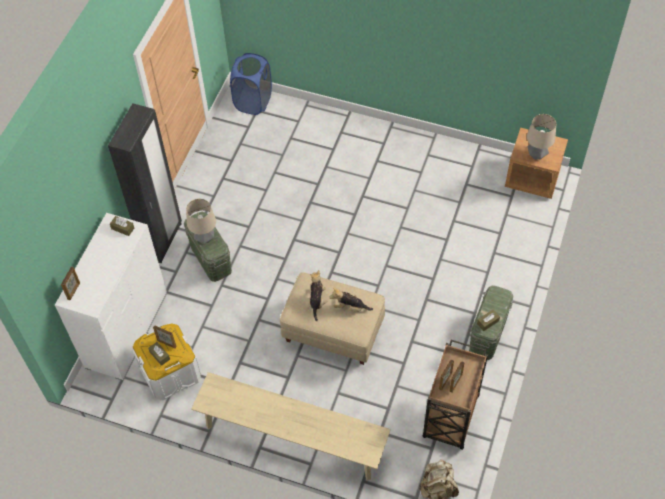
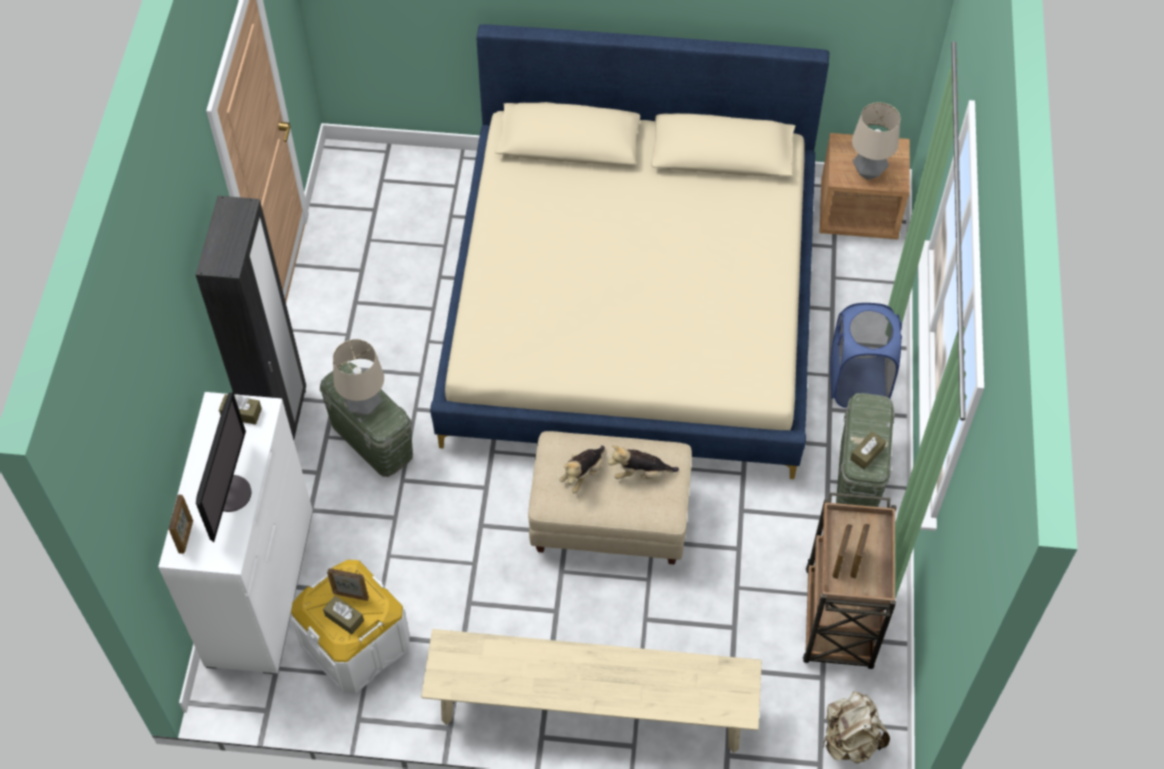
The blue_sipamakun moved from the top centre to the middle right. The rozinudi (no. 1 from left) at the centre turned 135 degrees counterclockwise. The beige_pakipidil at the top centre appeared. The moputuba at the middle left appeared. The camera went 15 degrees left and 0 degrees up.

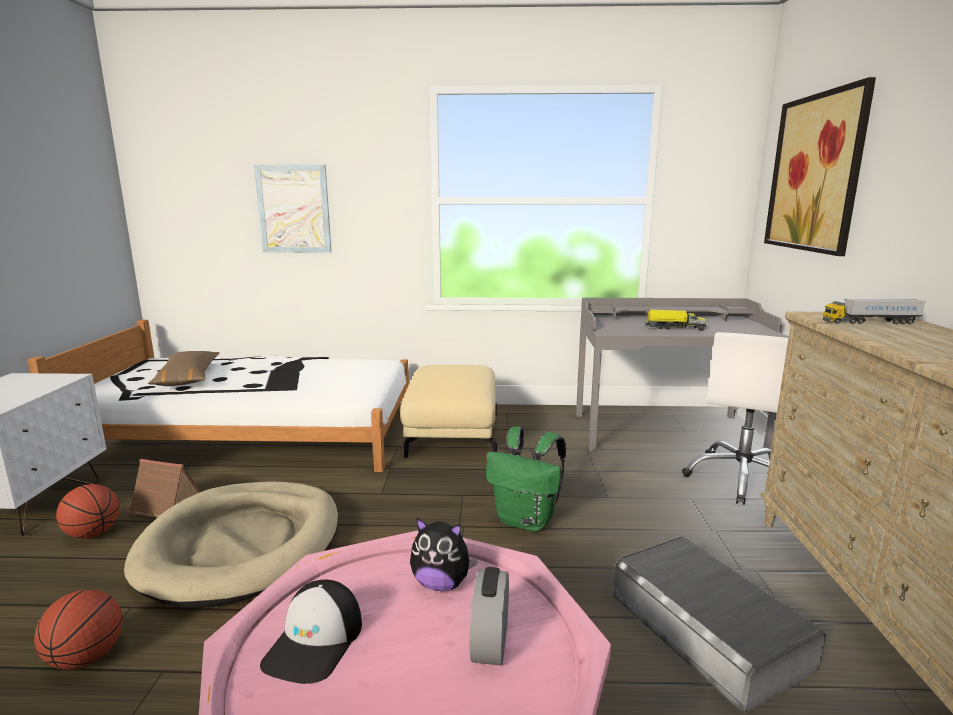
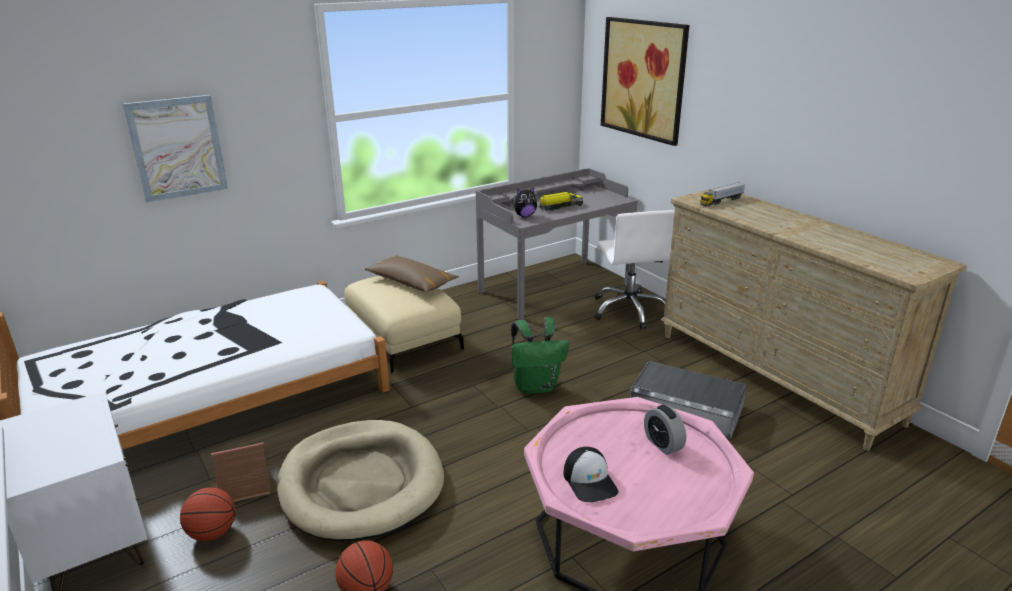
The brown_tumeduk moved from the middle left to the centre. The rozinudi moved from the bottom centre to the centre. The camera went 35 degrees left and 10 degrees up.

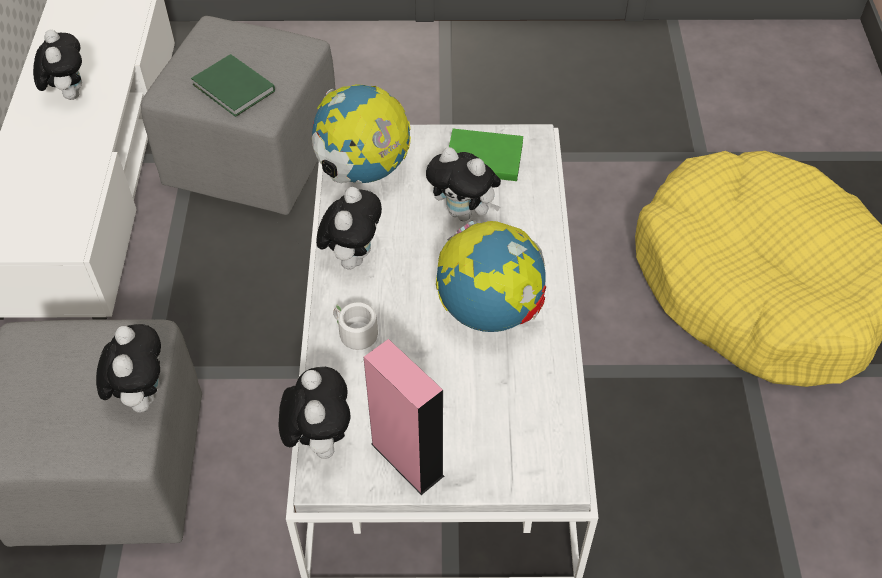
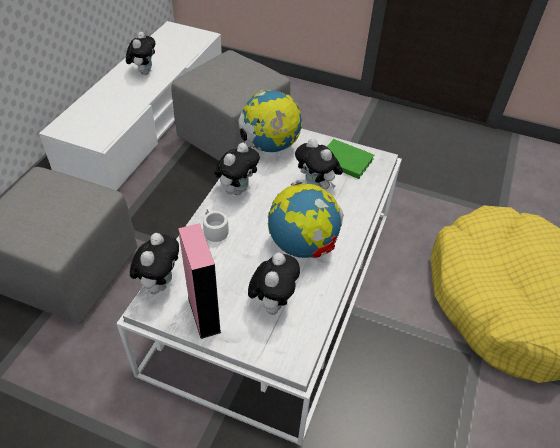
The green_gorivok (no. 1 from left) at the top left disappeared. The rozinudi (no. 2 from left in the first image) moved from the middle left to the centre. The camera went 20 degrees right and 5 degrees down.

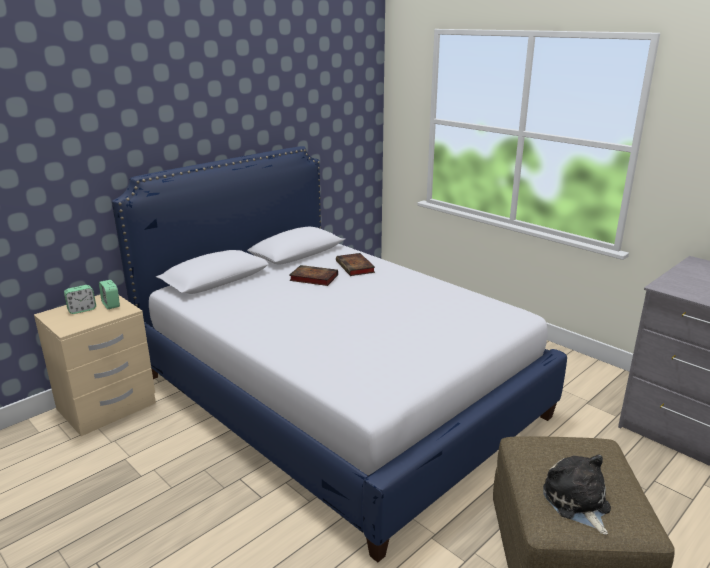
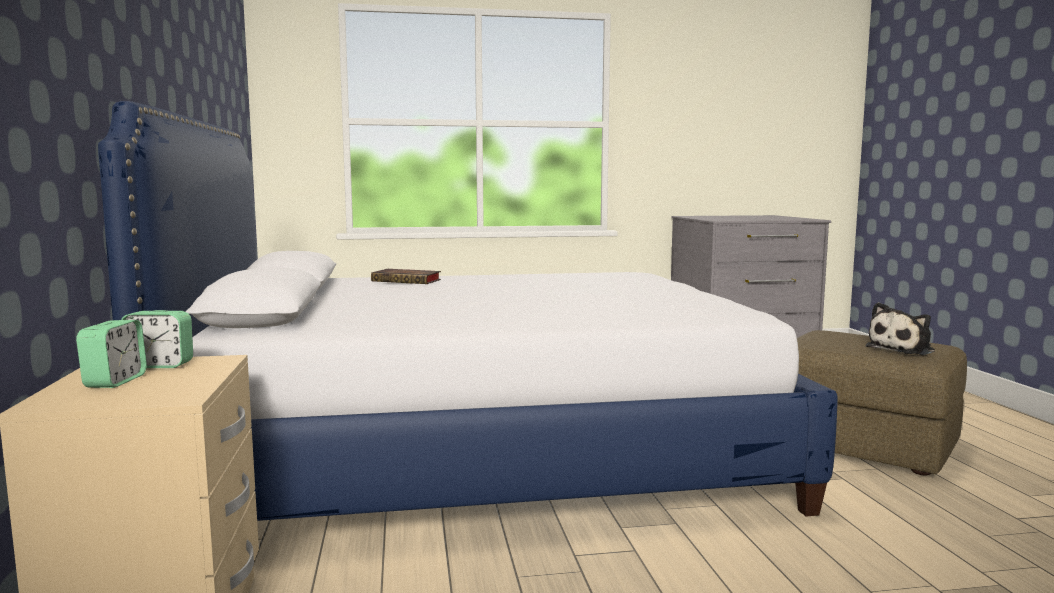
The gorivok (no. 1 from left) at the centre disappeared. The rozinudi at the bottom right turned 60 degrees counterclockwise. The camera went 55 degrees left and 15 degrees down.

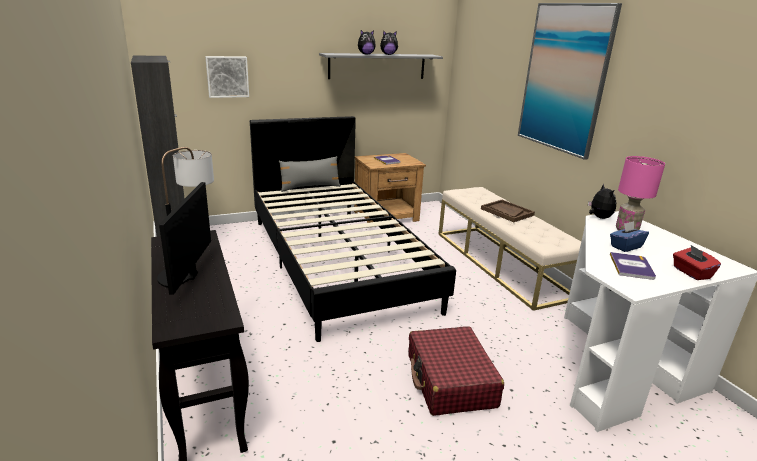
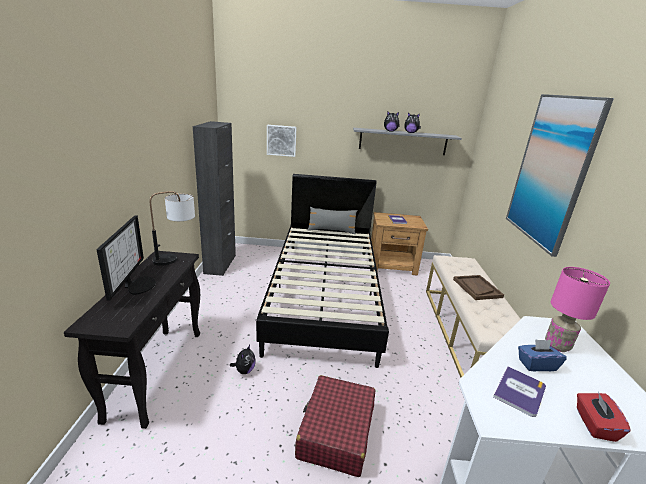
The moputuba at the middle left turned 150 degrees clockwise. The rozinudi (no. 3 from left in the first image) moved from the middle right to the bottom centre. The camera went 25 degrees right and 0 degrees up.

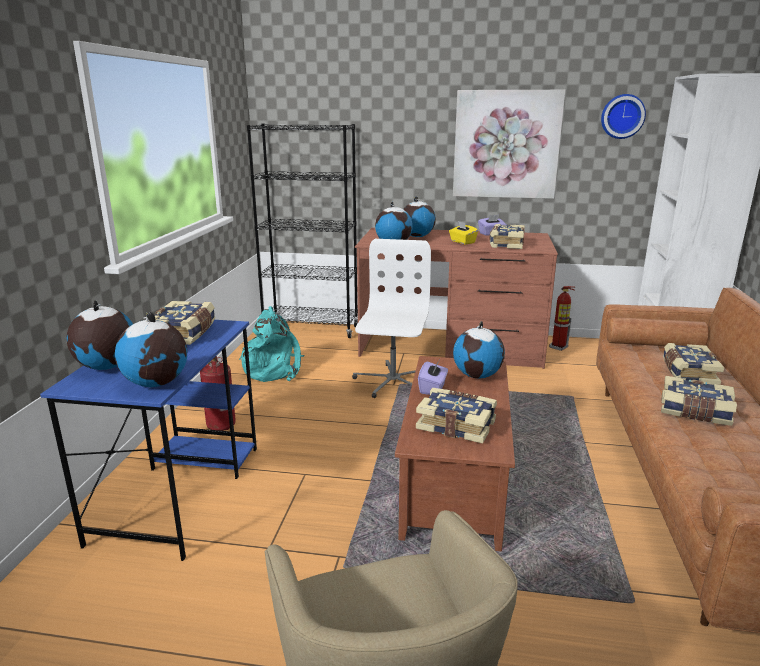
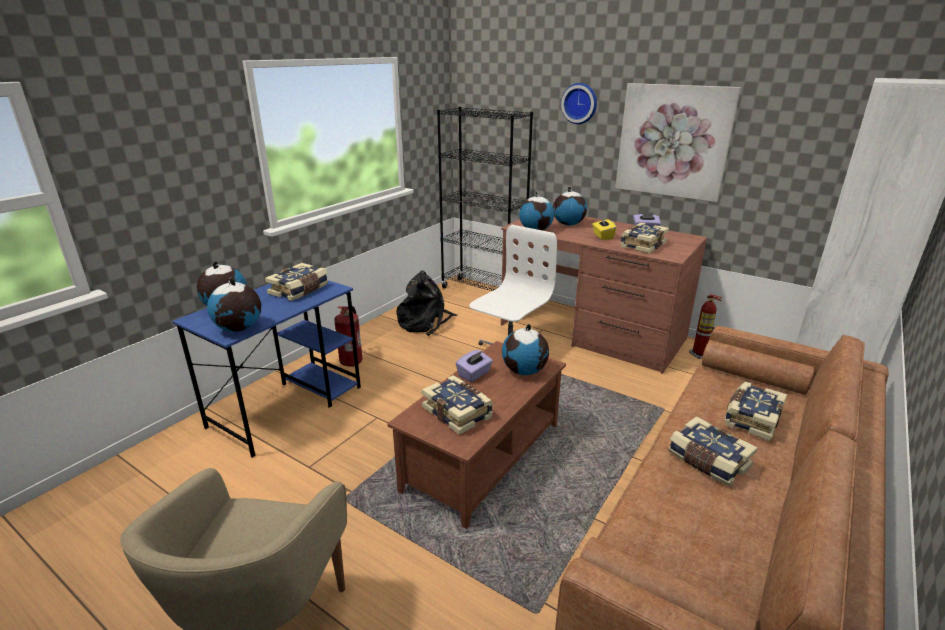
The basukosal moved from the top right to the top centre. The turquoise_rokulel at the centre became the black_rokulel at the centre. The camera went 25 degrees right and 5 degrees up.

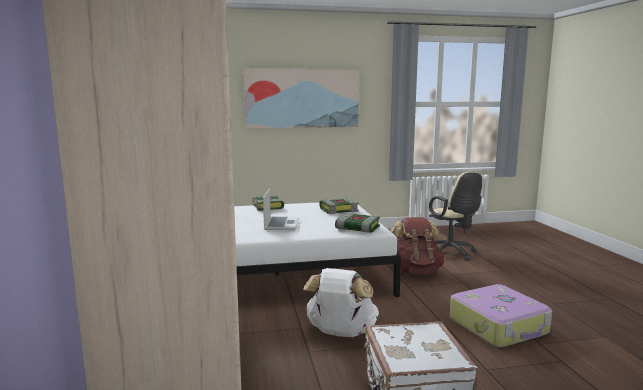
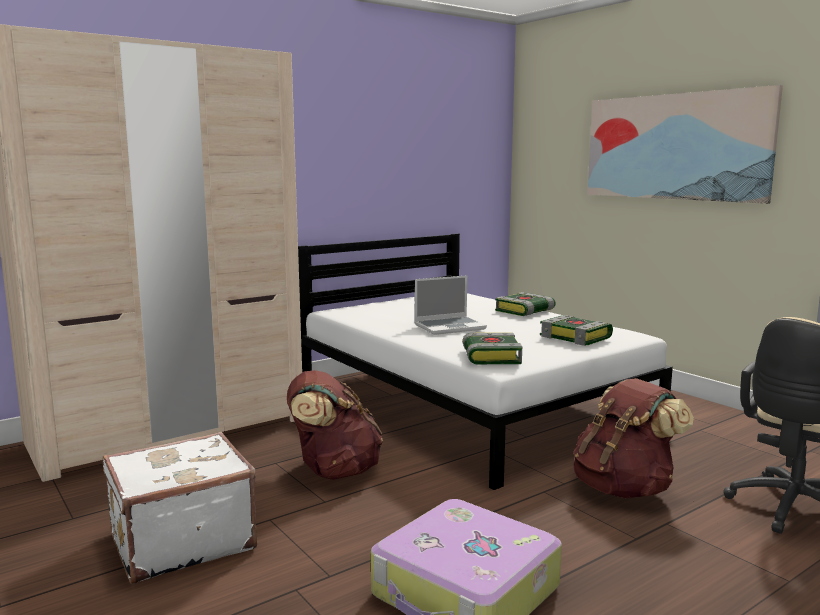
The white_rokulel at the bottom centre became the brown_rokulel (no. 1 from left) at the bottom centre. The camera went 65 degrees right and 0 degrees up.

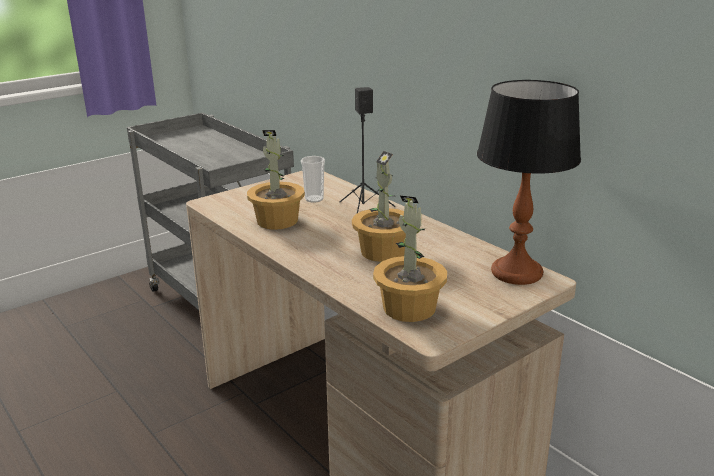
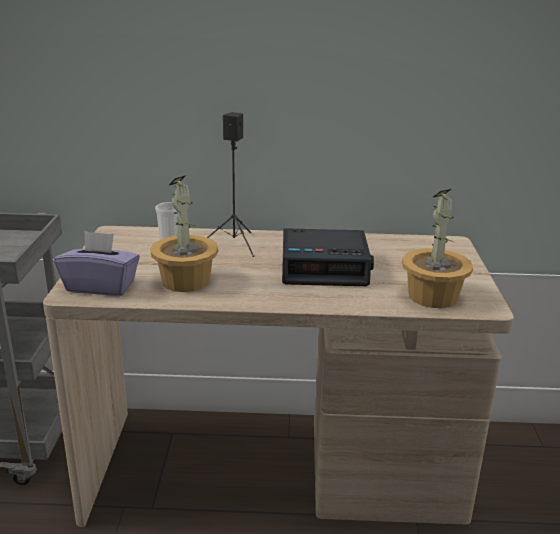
The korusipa at the middle right disappeared. The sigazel (no. 2 from left) at the centre was replaced by the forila at the centre. The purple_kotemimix at the middle left appeared. The camera went 50 degrees left and 0 degrees up.

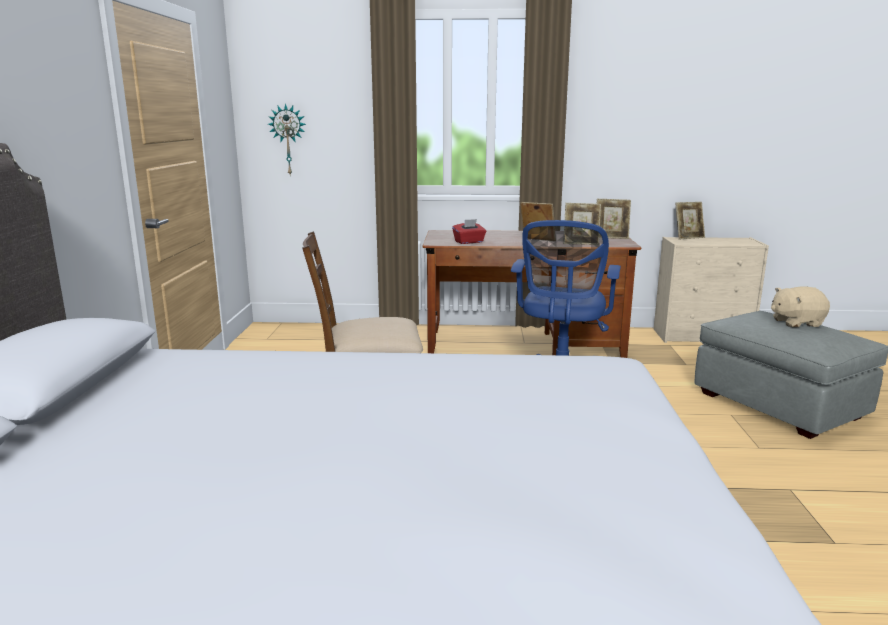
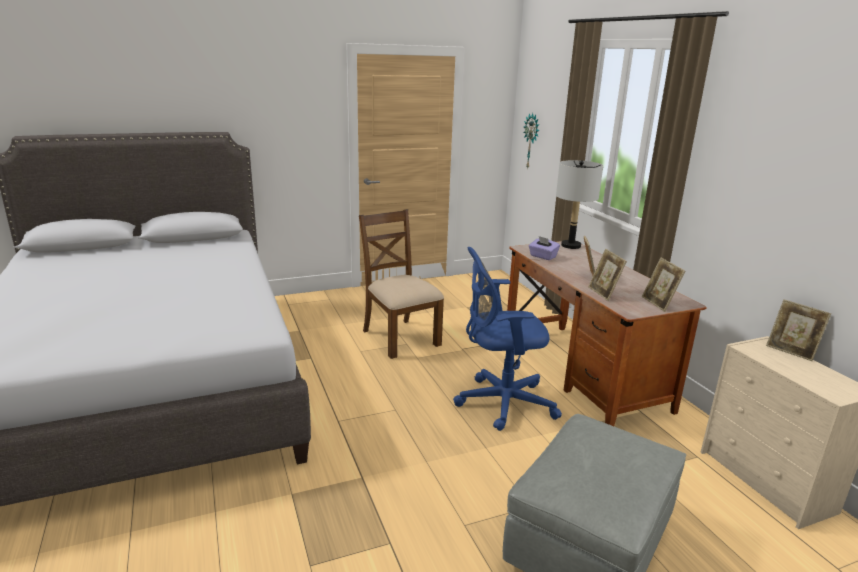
The red_kotemimix at the centre became the purple_kotemimix at the centre. The beige_rozinudi at the middle right disappeared. The grey_korusipa at the middle right appeared. The camera went 65 degrees right and 5 degrees up.

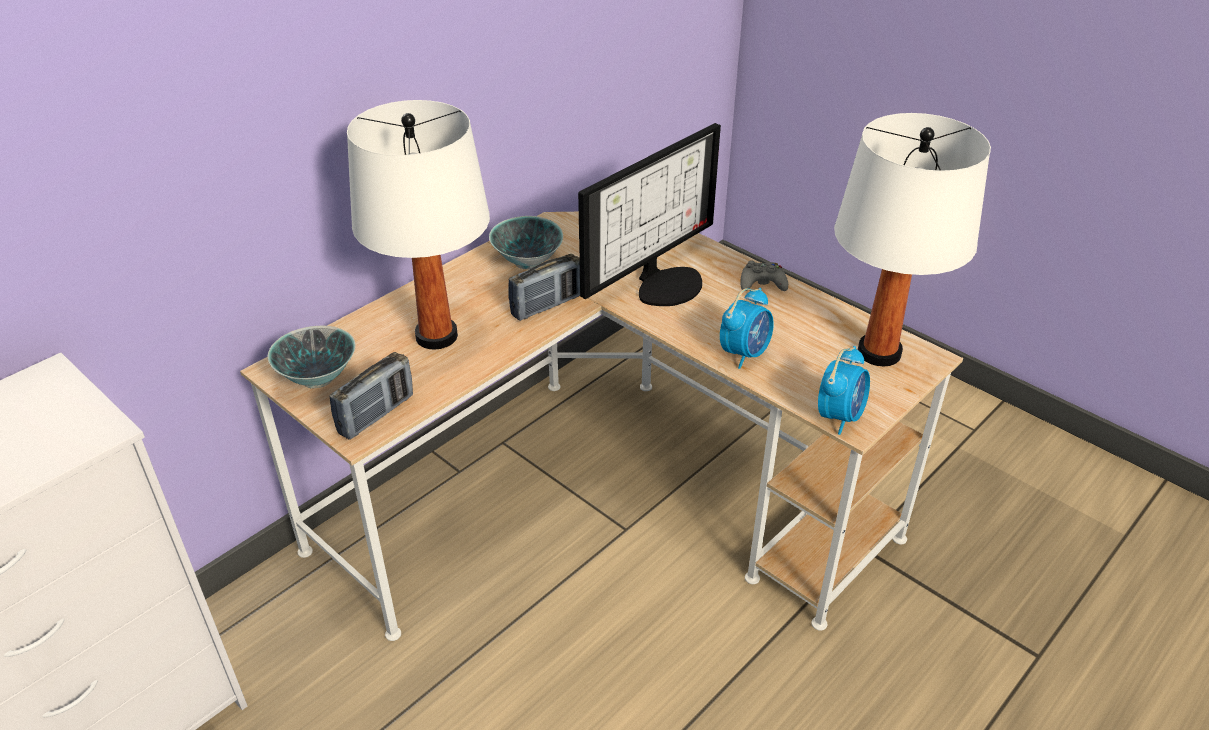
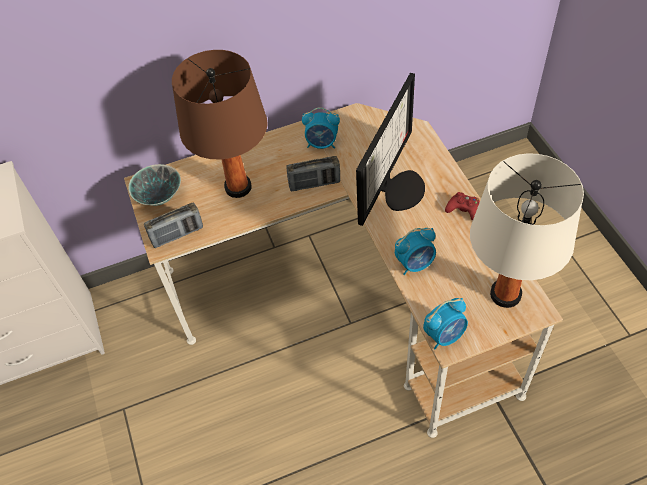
The white_korusipa (no. 1 from left) at the top centre became the brown_korusipa at the top centre. The moputuba at the top centre turned 45 degrees counterclockwise. The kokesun (no. 2 from left) at the top centre was replaced by the forila (no. 1 from left) at the top centre. The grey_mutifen at the centre became the red_mutifen at the middle right. The camera went 30 degrees right and 15 degrees up.

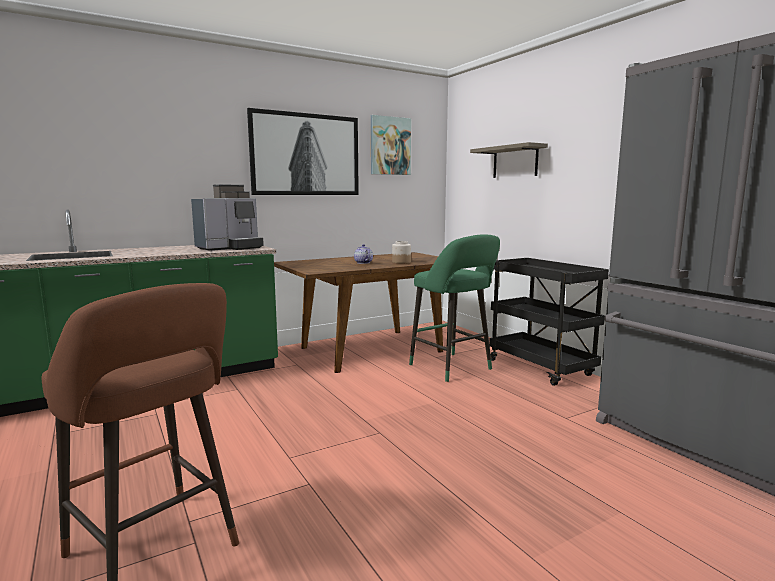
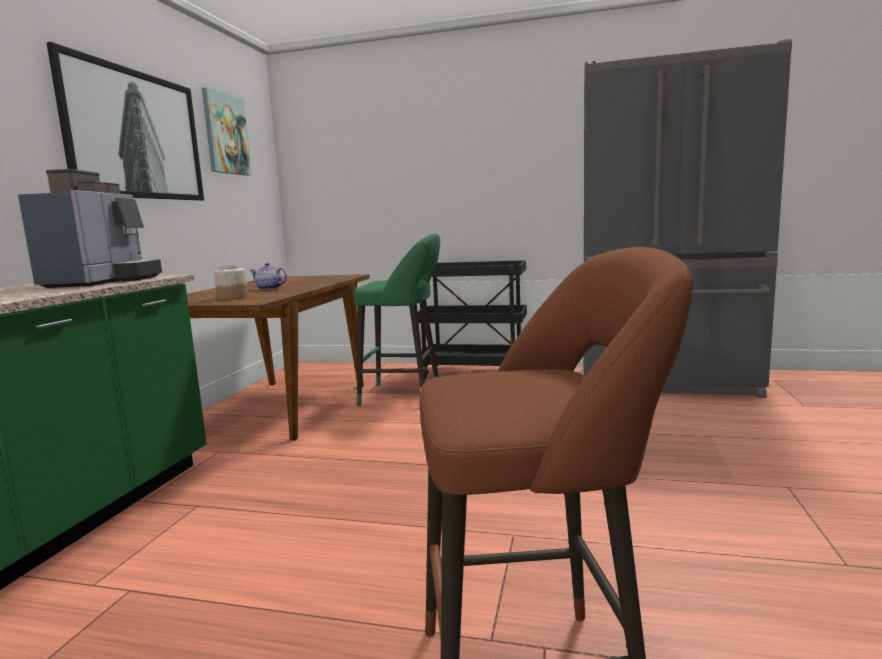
The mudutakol at the top centre disappeared. The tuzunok moved from the centre to the middle left. The camera went 45 degrees left and 0 degrees up.

